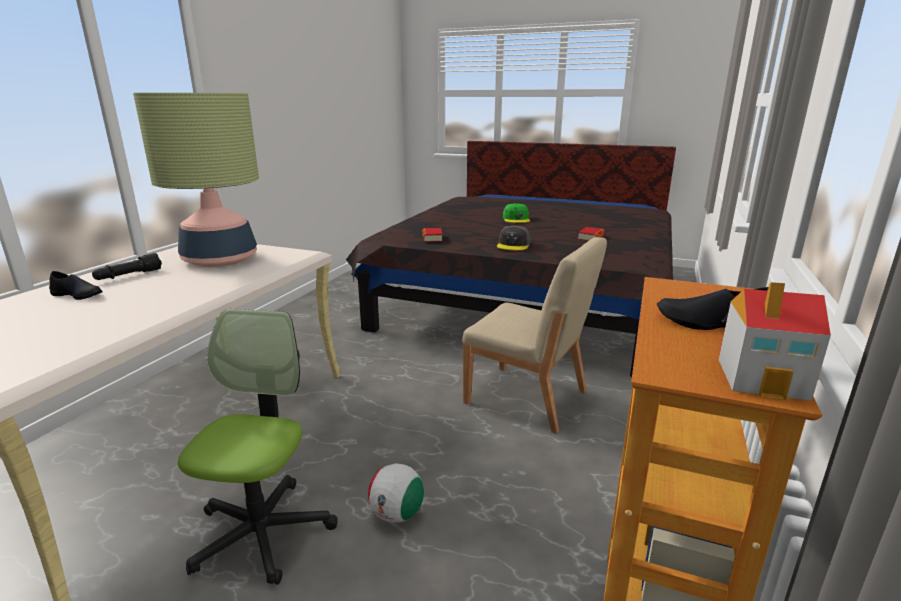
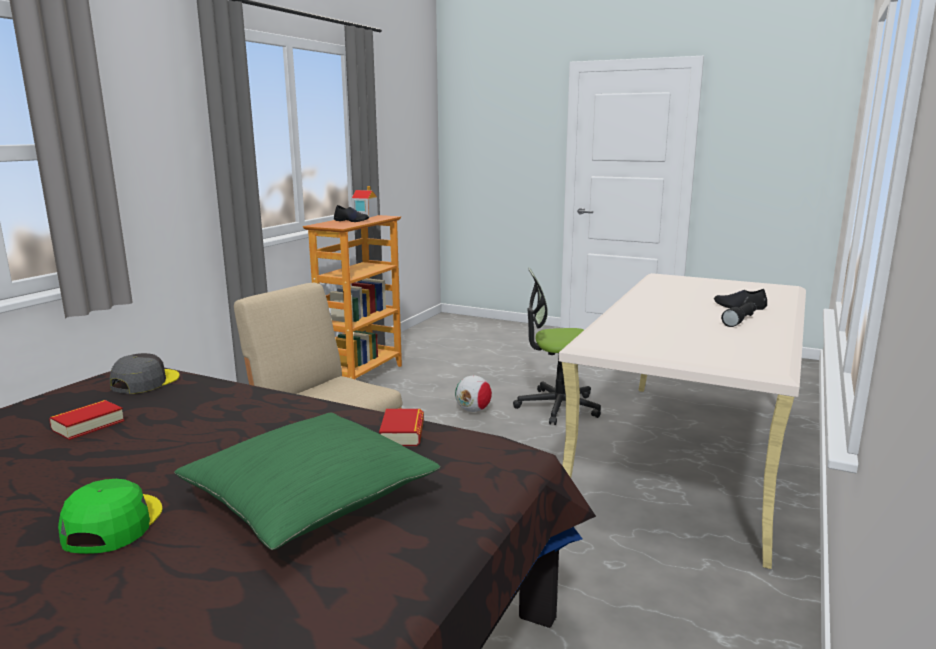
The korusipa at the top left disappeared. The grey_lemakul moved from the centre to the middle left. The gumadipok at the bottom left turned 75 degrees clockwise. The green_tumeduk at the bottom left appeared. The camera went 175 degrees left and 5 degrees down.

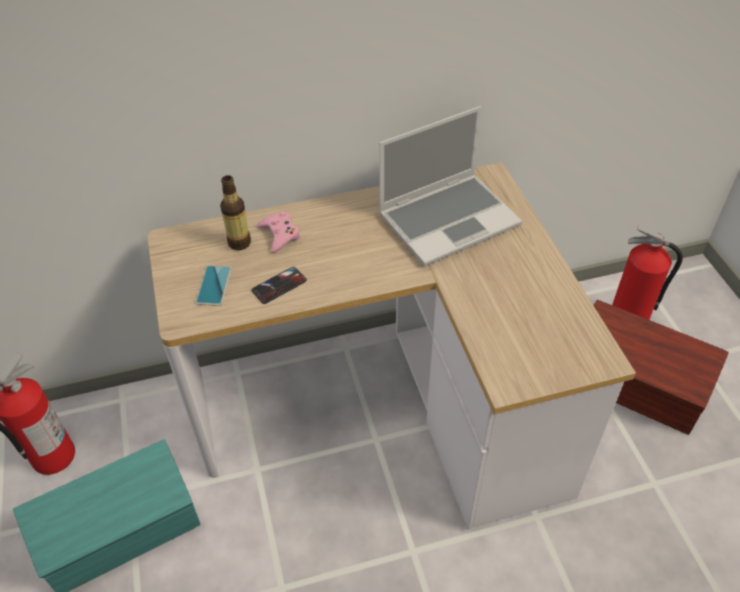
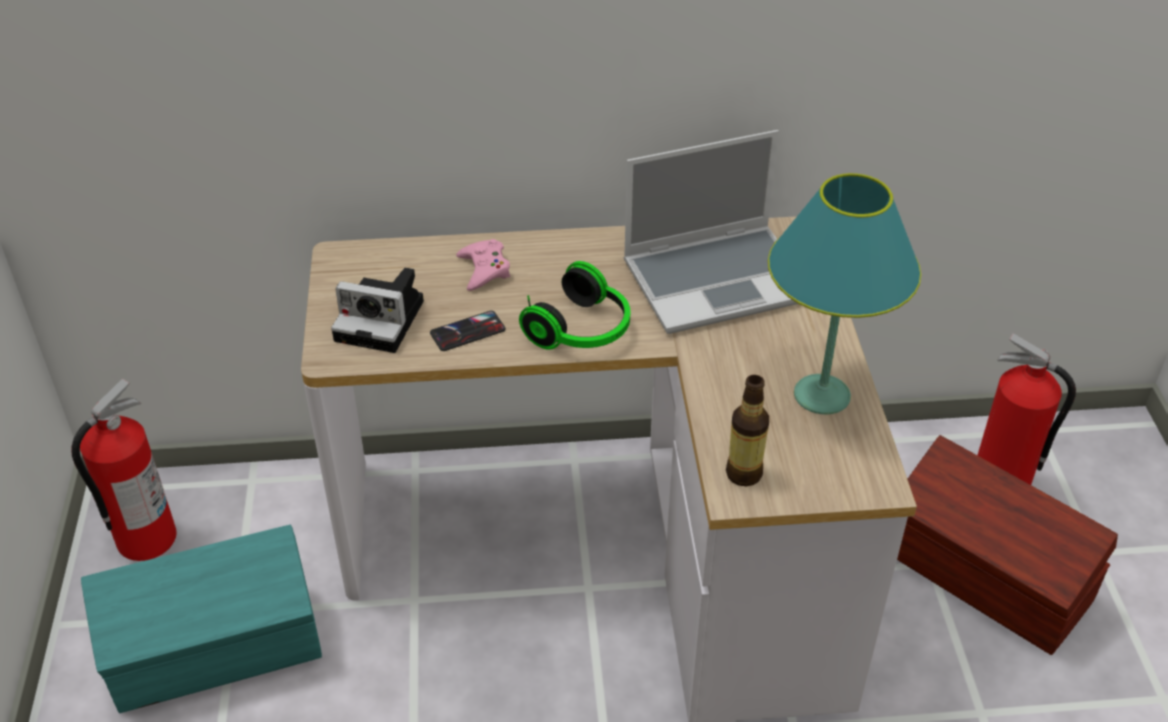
The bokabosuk moved from the middle left to the centre. The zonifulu (no. 1 from left) at the middle left was replaced by the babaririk at the middle left. The turquoise_korusipa at the middle right appeared. The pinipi at the centre appeared. The camera went 10 degrees right and 5 degrees down.

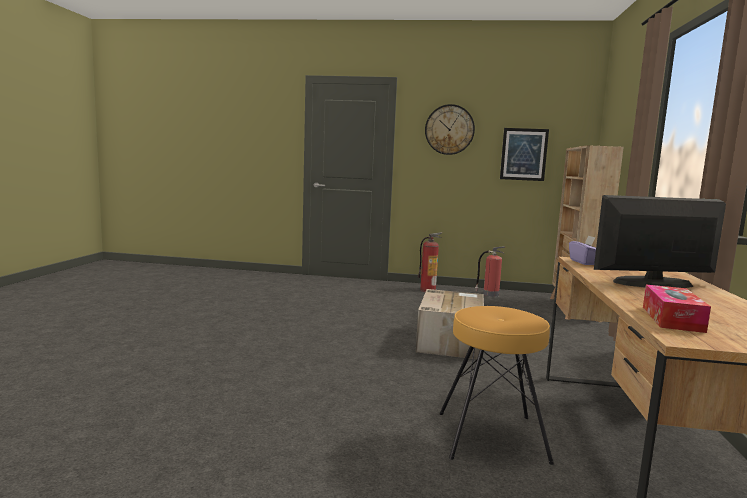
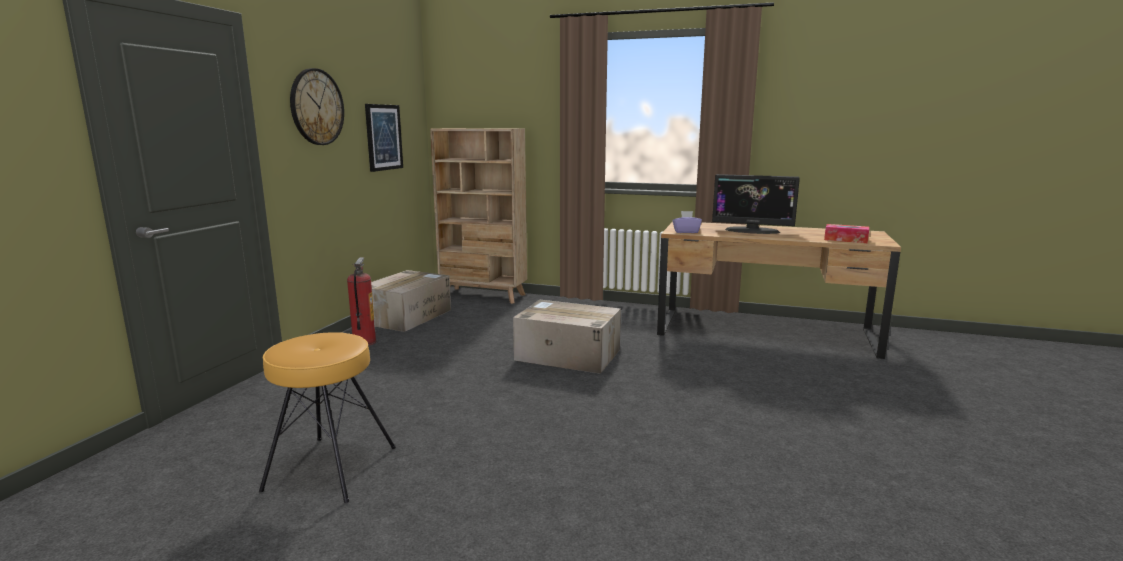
The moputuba at the middle right turned 75 degrees counterclockwise. The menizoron (no. 2 from left) at the centre was replaced by the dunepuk (no. 1 from left) at the centre. The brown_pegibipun moved from the bottom centre to the bottom left. The camera went 80 degrees left and 5 degrees up.

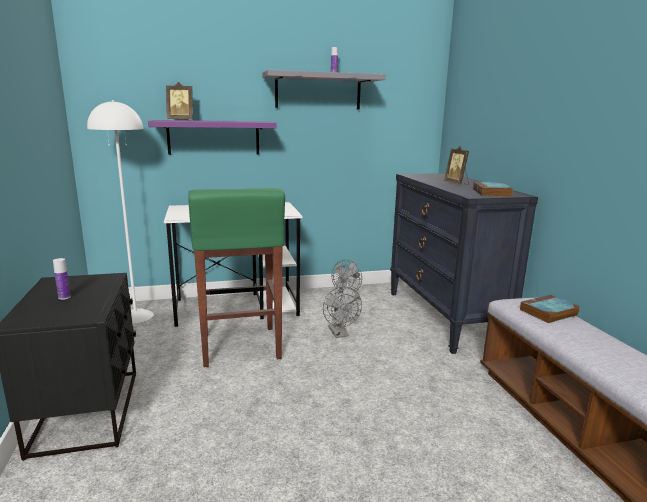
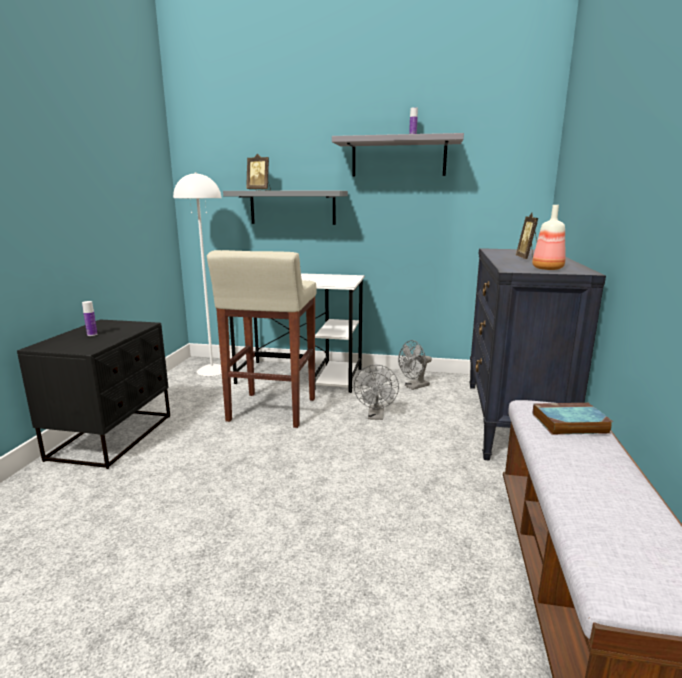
The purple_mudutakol at the top left became the grey_mudutakol (no. 1 from left) at the top centre. The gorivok (no. 1 from left) at the middle right was replaced by the bokabosuk (no. 3 from left) at the middle right. The green_pegibipun at the centre became the beige_pegibipun at the centre. The camera went 25 degrees right and 0 degrees up.

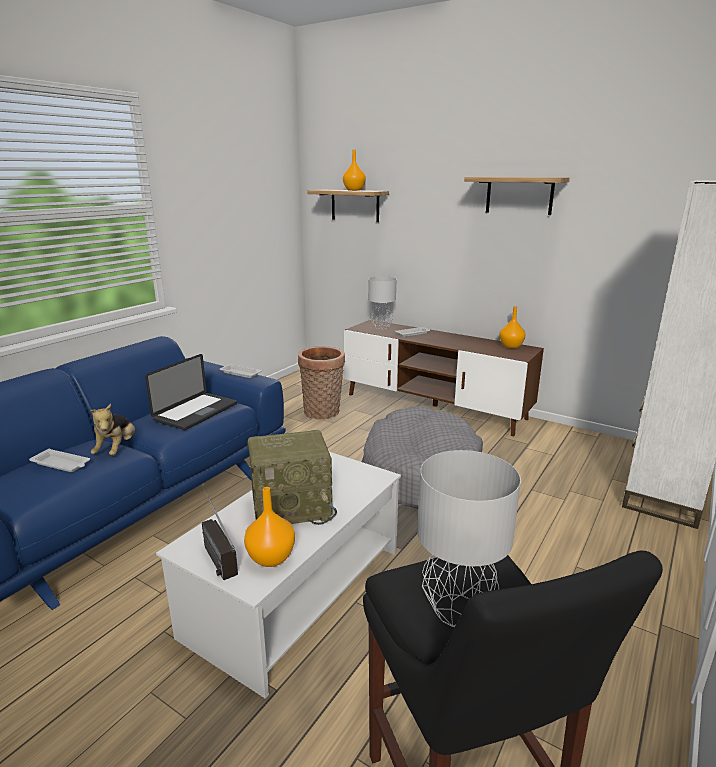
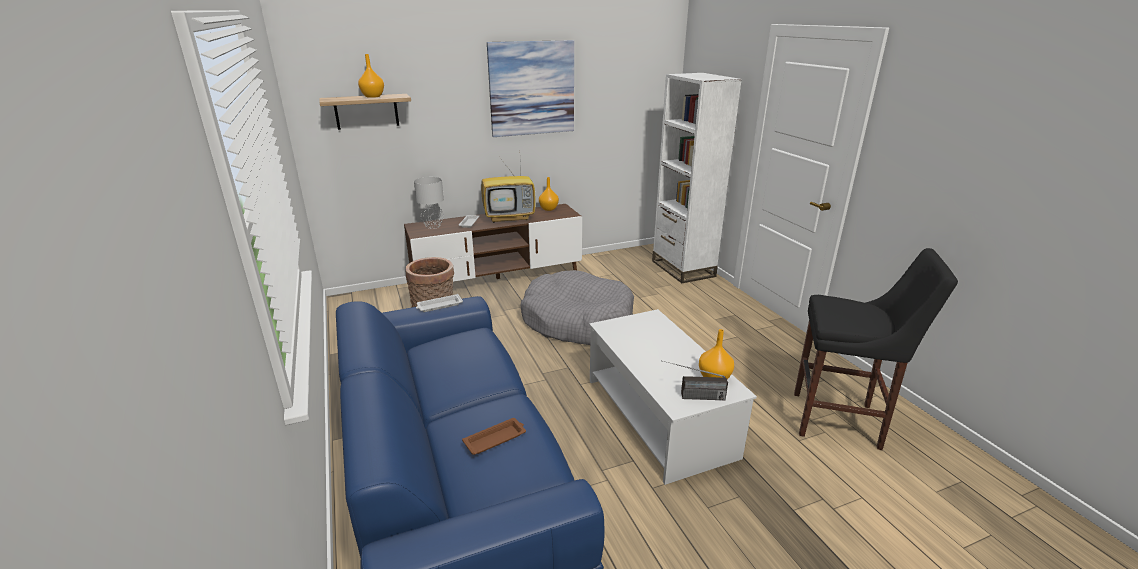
The mudutakol (no. 2 from left) at the top right was replaced by the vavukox at the top centre. The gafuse at the middle left disappeared. The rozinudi at the middle left disappeared. The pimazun (no. 2 from left) at the centre disappeared. The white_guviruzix (no. 1 from left) at the middle left became the brown_guviruzix at the bottom centre. The grey_korusipa (no. 2 from left) at the bottom centre disappeared. The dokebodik at the centre appeared. The camera went 55 degrees left and 5 degrees up.

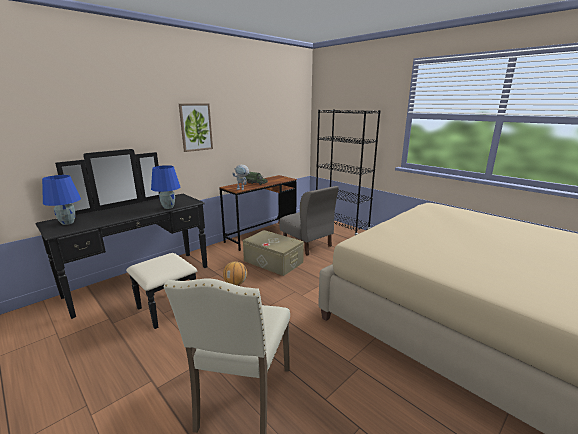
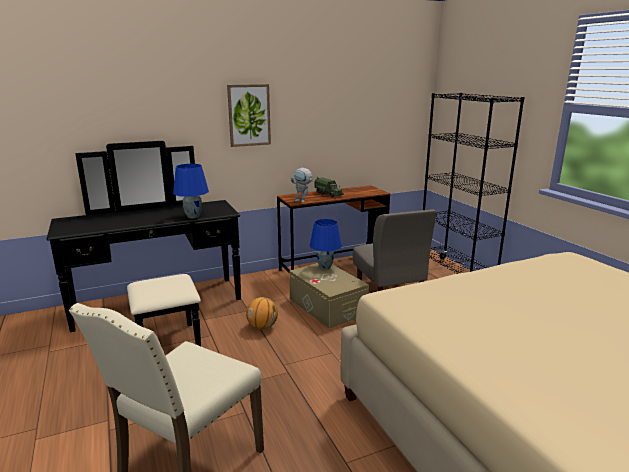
The blue_korusipa (no. 1 from left in the first image) moved from the middle left to the centre. The camera went 20 degrees right and 0 degrees up.

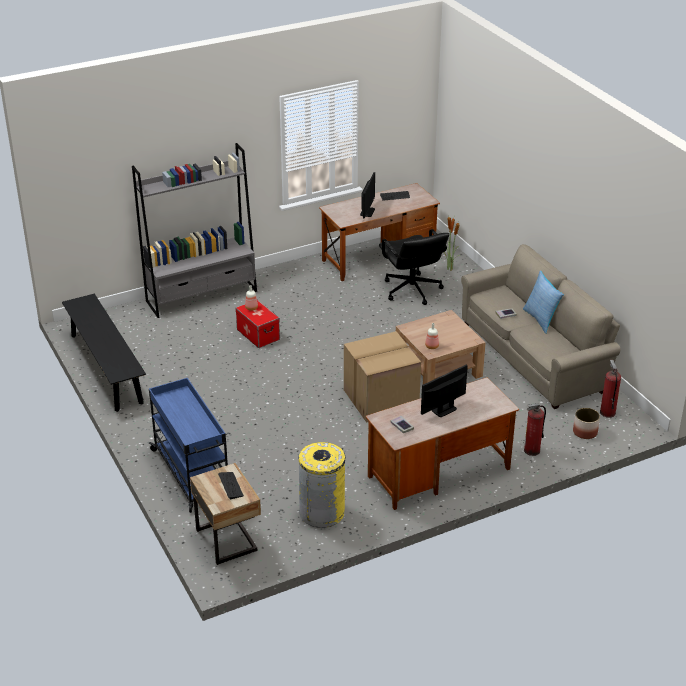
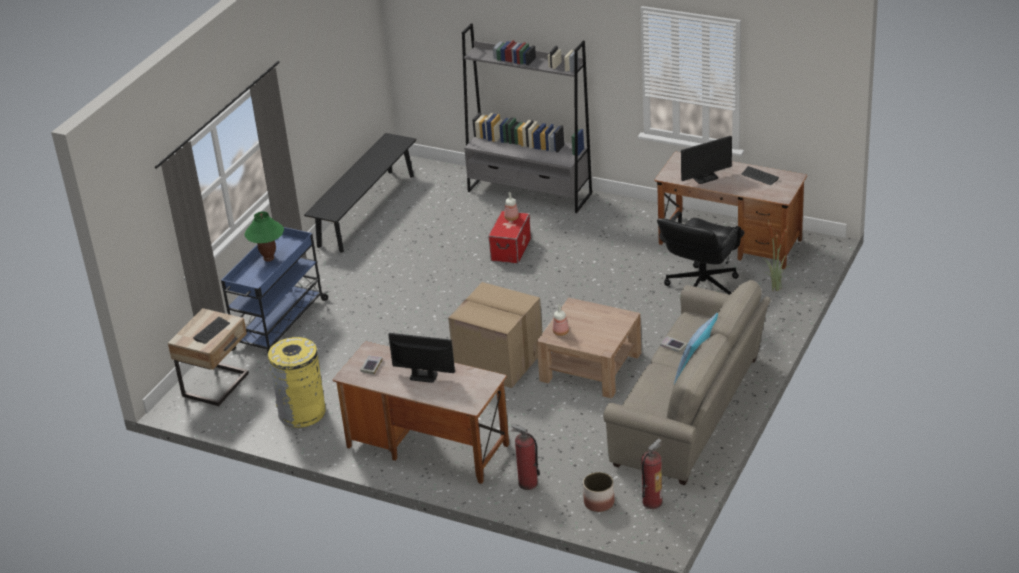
The green_korusipa at the middle left appeared. The camera went 55 degrees right and 0 degrees up.

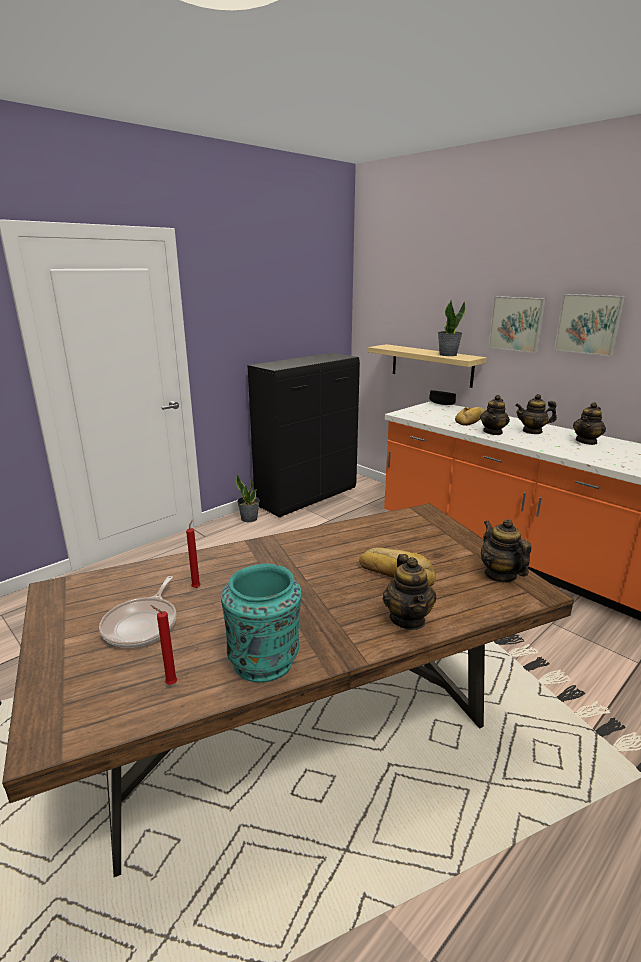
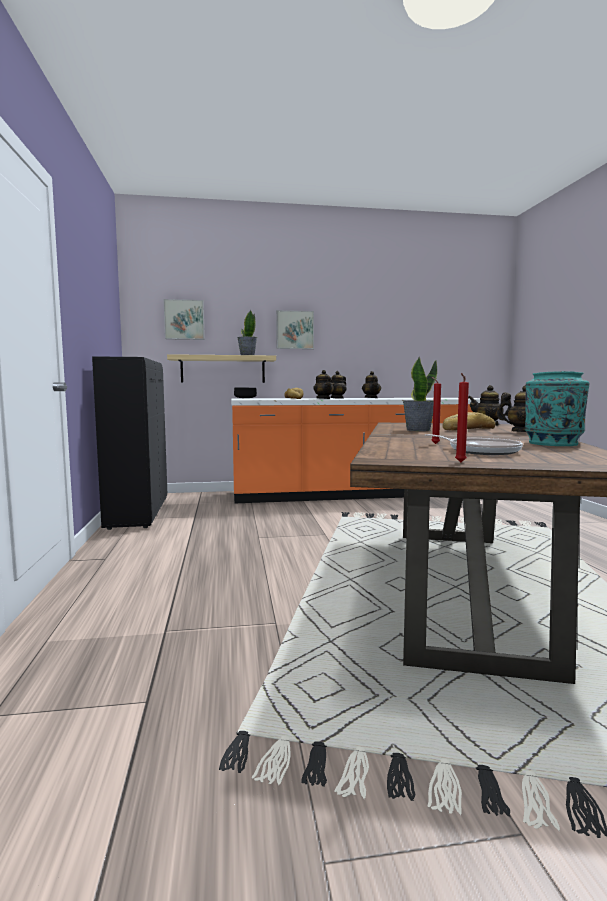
The vavukox (no. 2 from left in the first image) moved from the middle right to the middle left. The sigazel (no. 1 from left in the first image) moved from the centre to the middle right. The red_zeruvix (no. 1 from left in the first image) moved from the bottom left to the middle right. The camera went 55 degrees left and 15 degrees down.

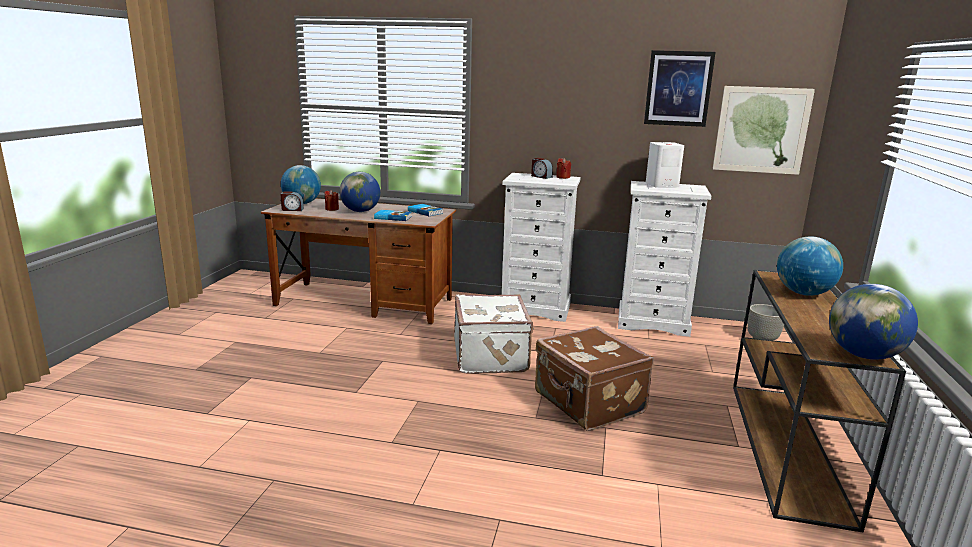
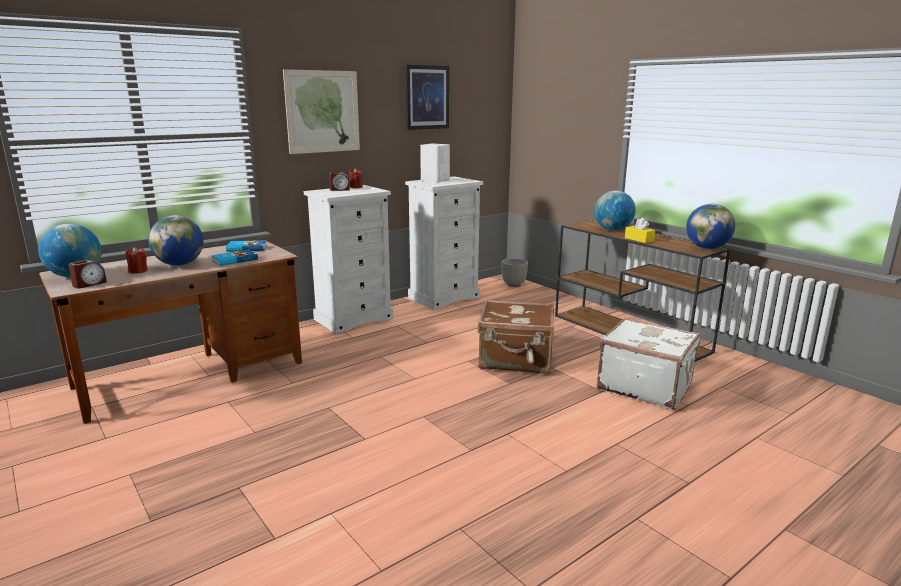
The vavukox (no. 2 from left in the first image) moved from the top right to the top centre. The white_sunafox moved from the centre to the middle right. The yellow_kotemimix at the middle right appeared. The camera went 50 degrees left and 0 degrees up.

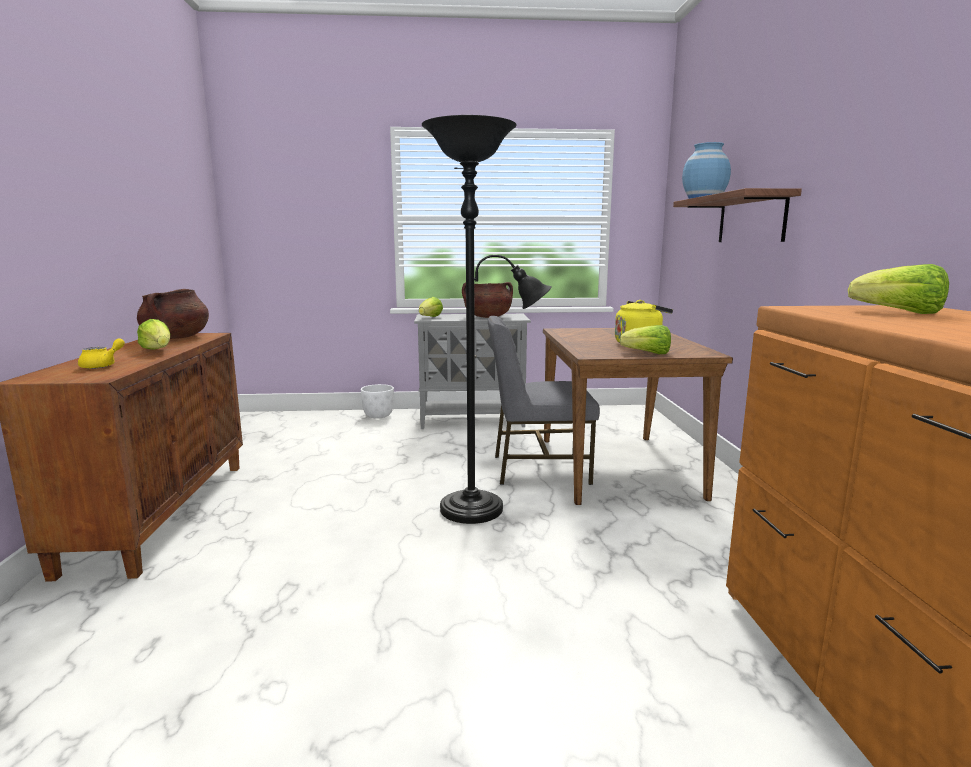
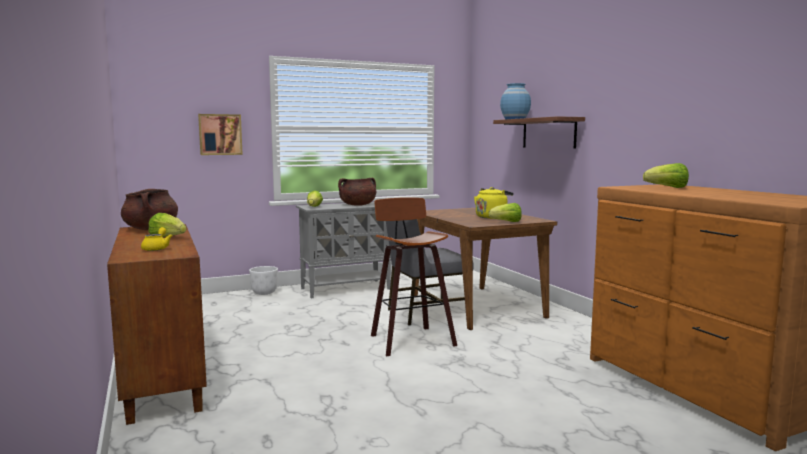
The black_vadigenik at the centre was replaced by the pegibipun at the centre. The vavukox at the top left appeared. The camera went 20 degrees left and 5 degrees down.

